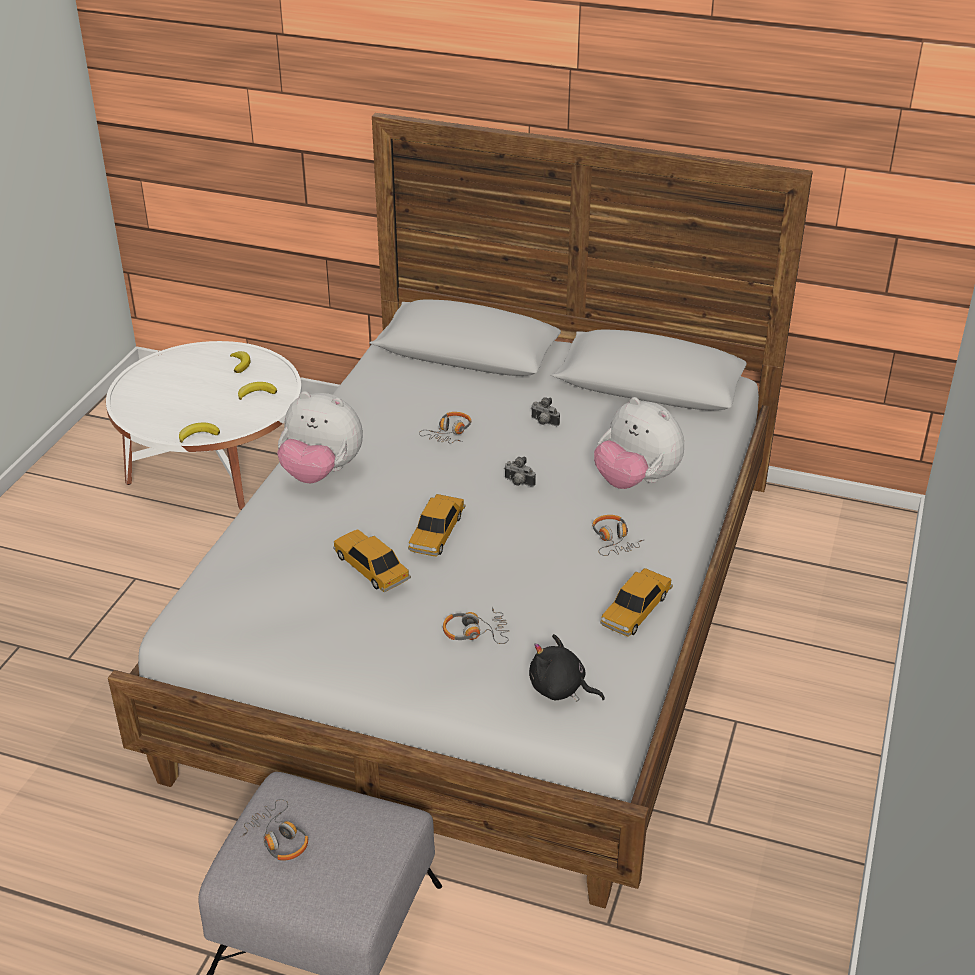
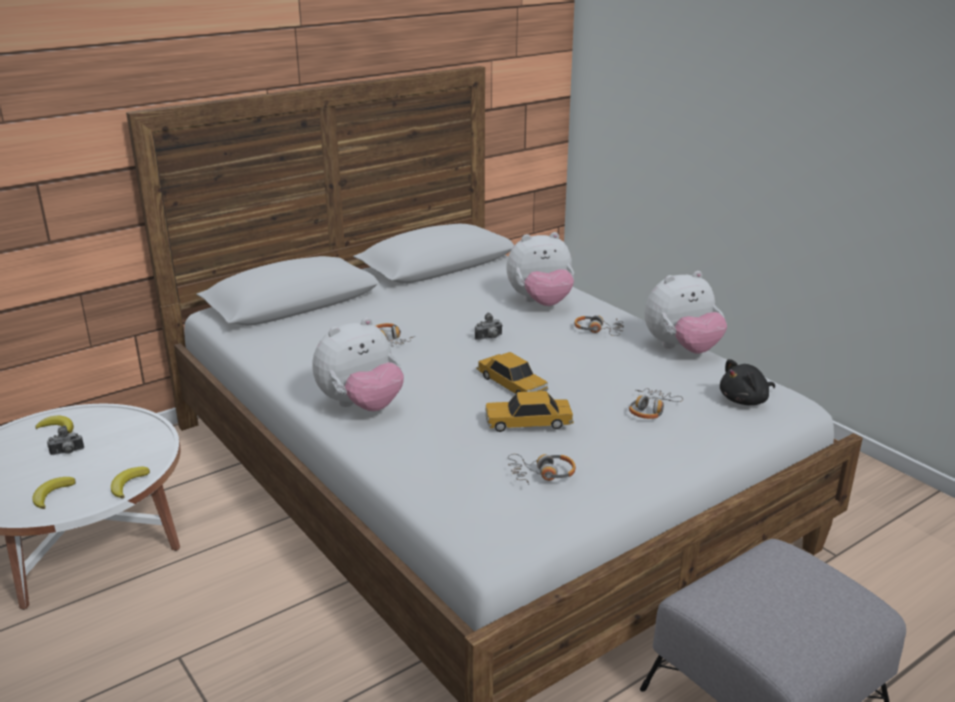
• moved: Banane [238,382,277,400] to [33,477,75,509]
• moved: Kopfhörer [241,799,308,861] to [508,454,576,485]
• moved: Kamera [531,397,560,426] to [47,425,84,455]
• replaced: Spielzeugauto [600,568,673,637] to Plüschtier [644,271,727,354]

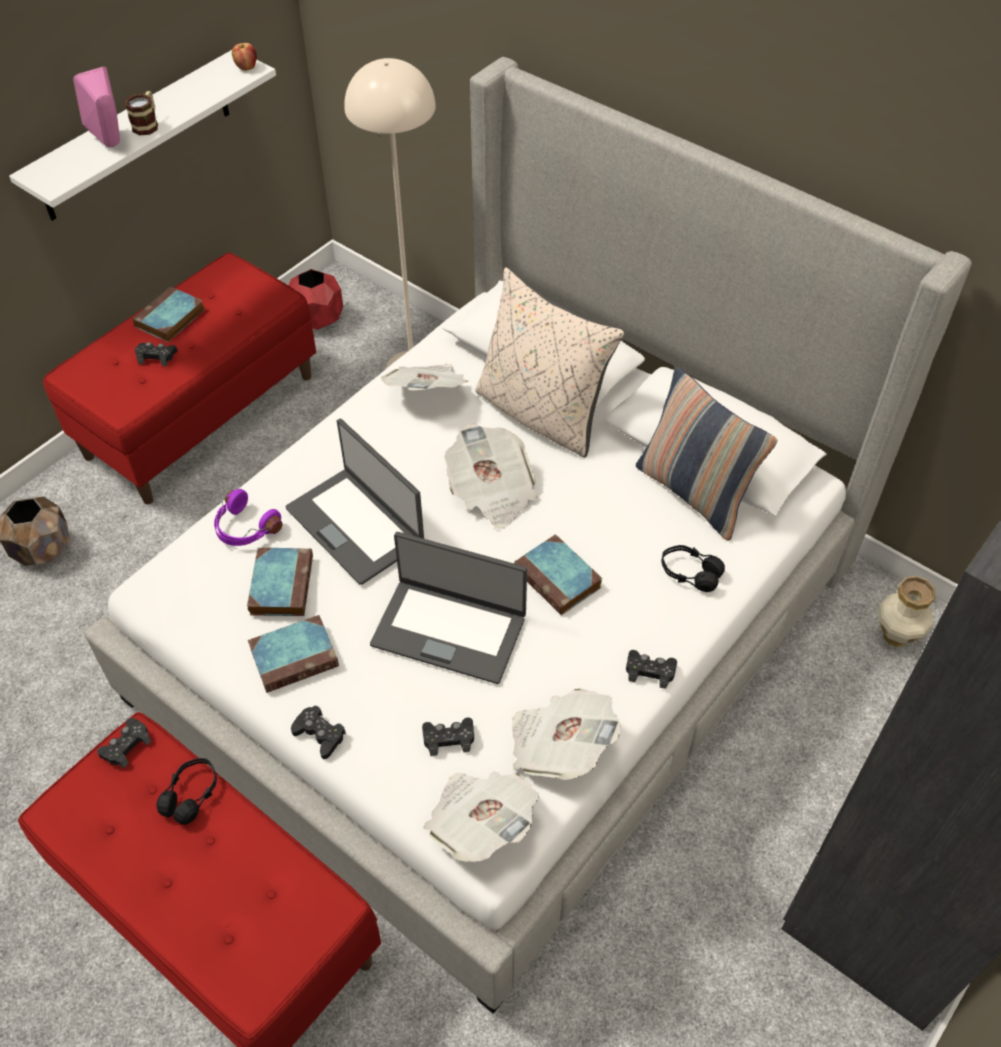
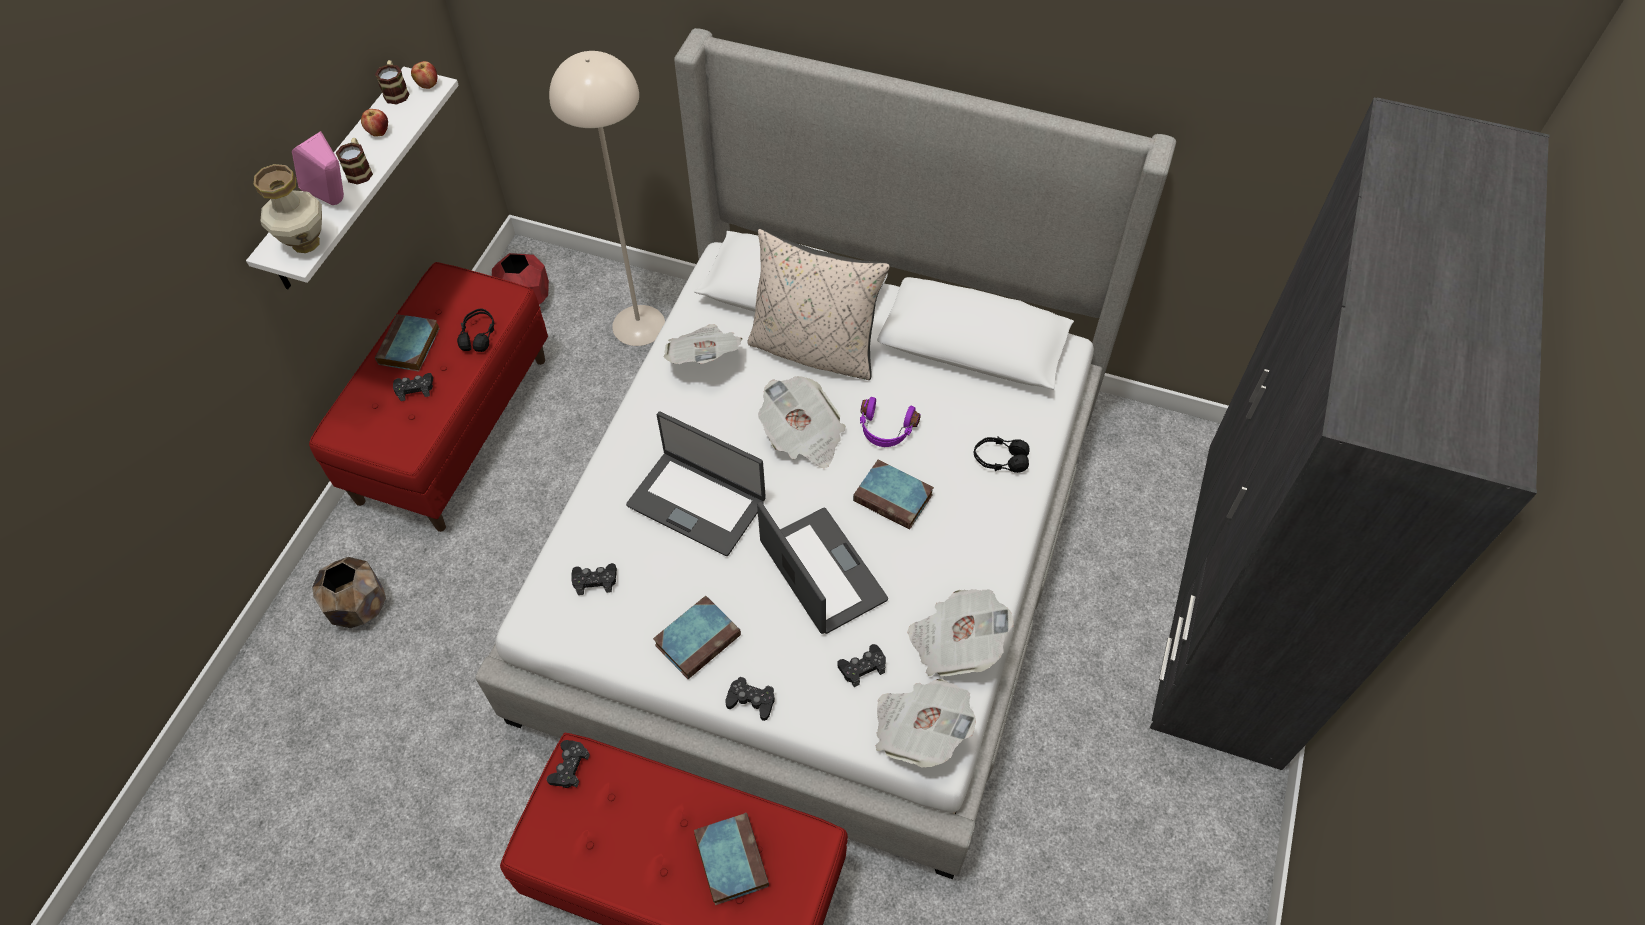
• removed: Kissen [636,367,777,540]
• added: Apfel [361,109,388,137]
• added: Henkelbecher [375,60,410,105]
• moved: Kopfhörer (schwarz) [156,758,217,825] to [457,308,494,352]
• moved: Kopfhörer (lila) [214,489,283,546] to [860,397,921,447]
• moved: Buch [247,548,313,616] to [694,813,769,905]
• moved: Gamepad (schwarz) [626,650,677,689] to [571,563,617,595]
• moved: Vase [878,576,936,647] to [254,164,322,253]
• turned: Laptop [370,532,527,684] = [757,502,888,634] 120 degrees counterclockwise

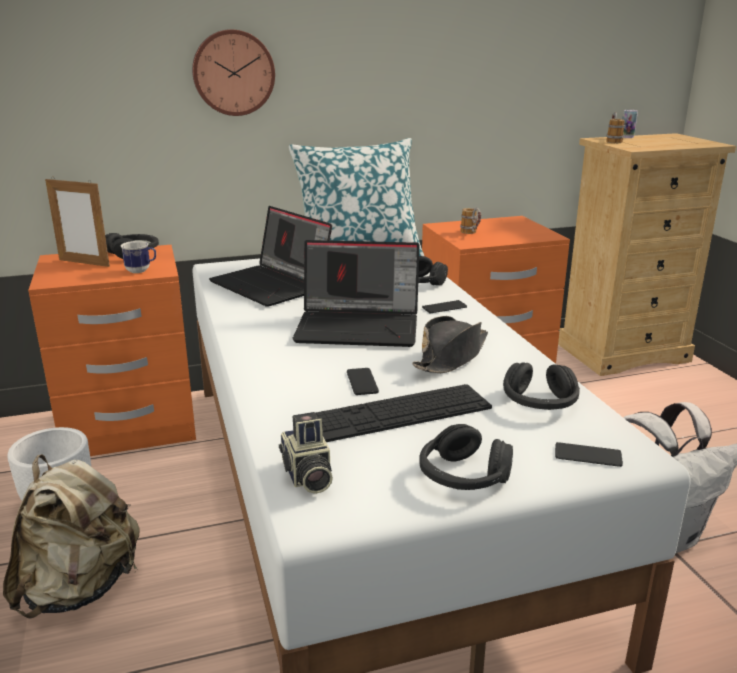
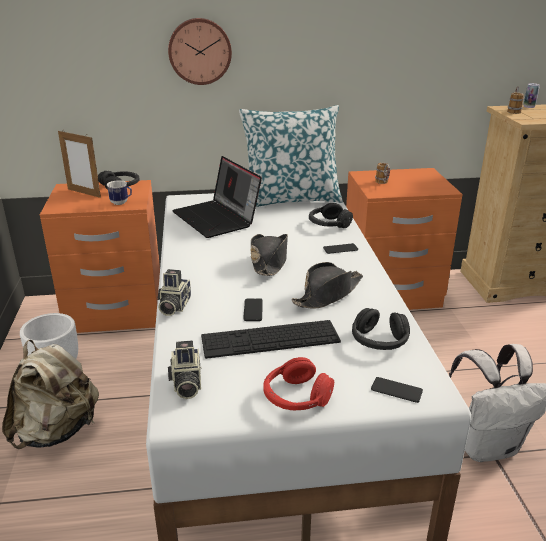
• added: Kamera [157,269,191,316]
• replaced: Laptop [292,240,419,347] to Hut (schwarz) [251,234,288,276]
• recoloured: Kopfhörer (schwarz) [419,424,513,490] to Kopfhörer (rot) [263,357,334,410]

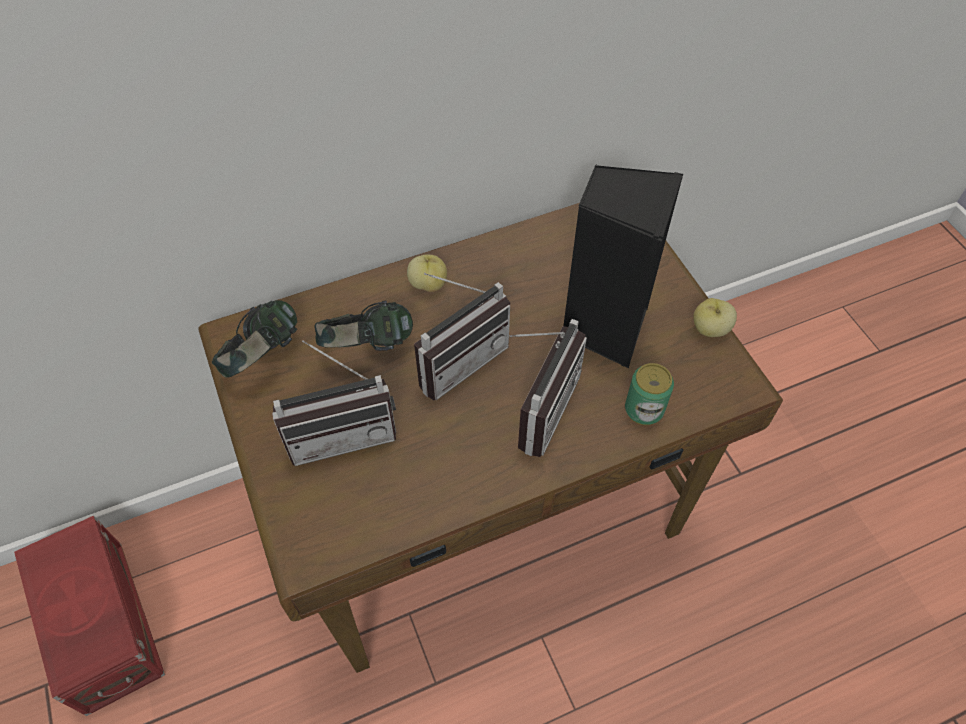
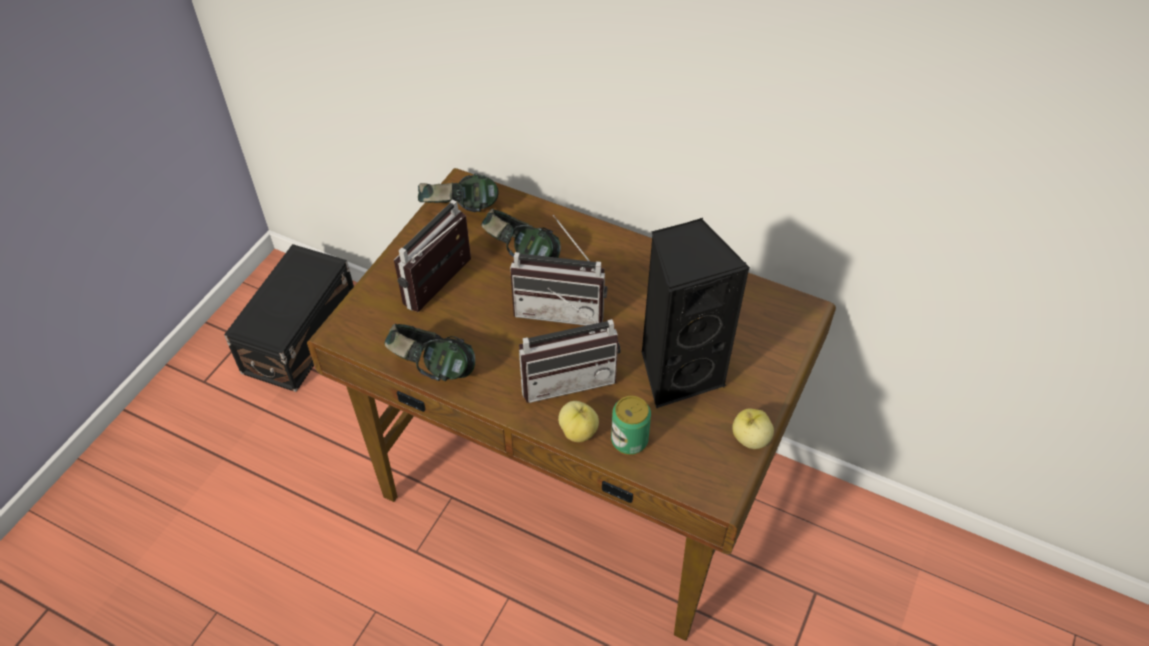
• added: Kopfhörer [385,324,475,381]
• moved: Apfel [407,254,447,292] to [558,401,599,442]
• recoloured: Aufbewahrungsbox (rot) [14,516,165,716] to Aufbewahrungsbox (schwarz) [224,244,354,392]
• turned: Radio [272,340,396,466] = [394,200,471,312] 90 degrees clockwise

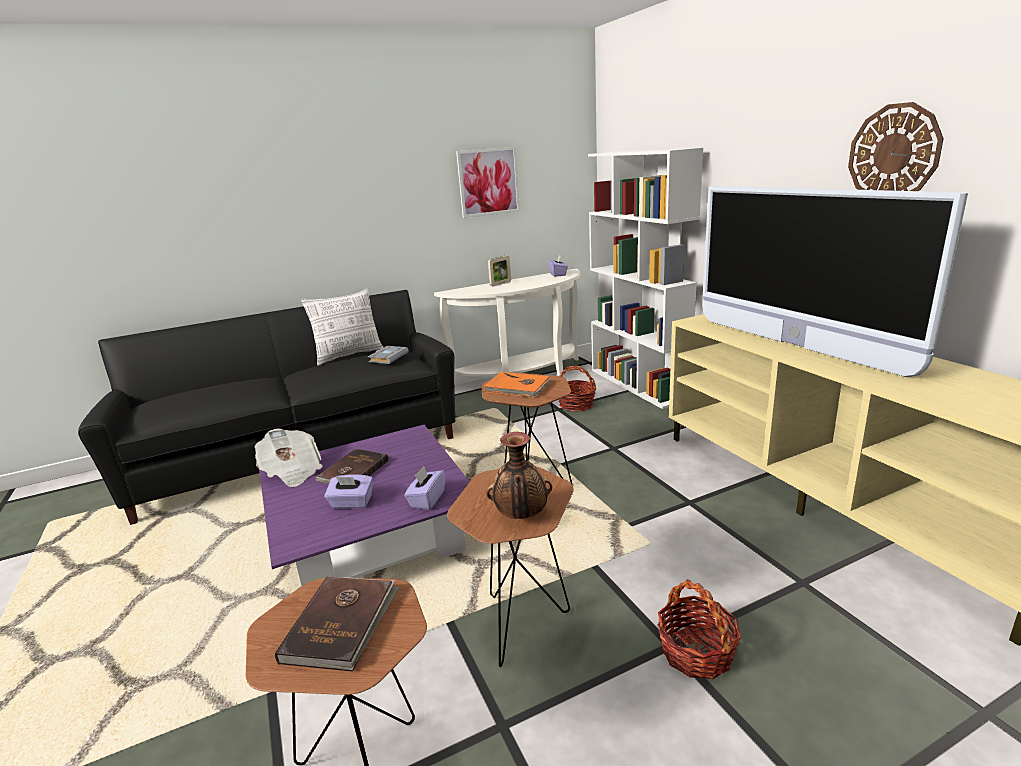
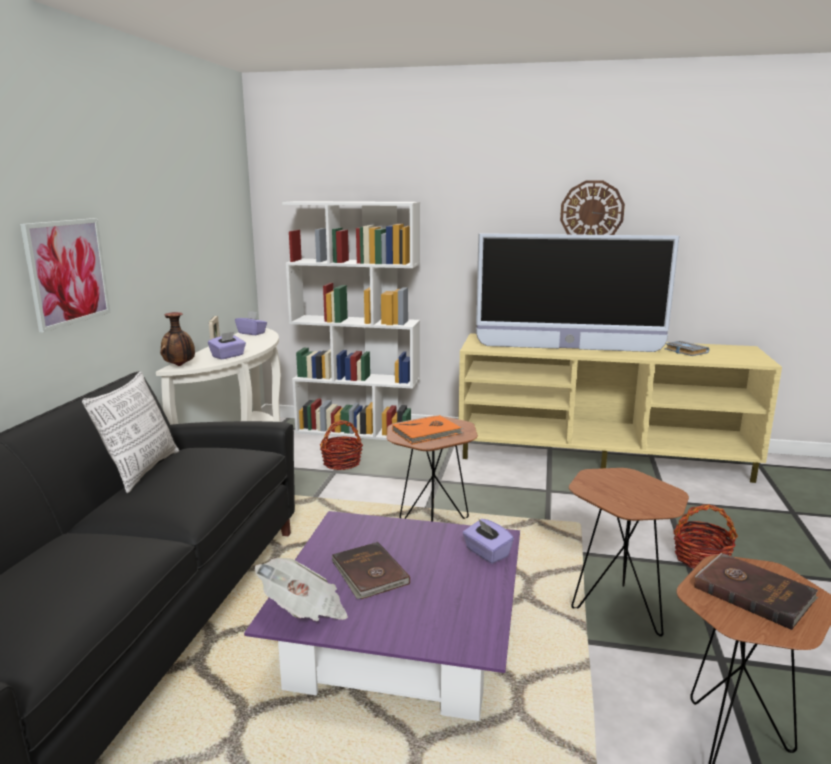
• moved: Taschentuchbox (lila) [324,474,373,509] to [208,332,246,359]
• moved: Buch (grau) [368,346,409,364] to [664,341,710,356]
• moved: Bild [456,147,520,218] to [20,218,111,333]
• moved: Vase [486,432,552,519] to [160,312,195,366]

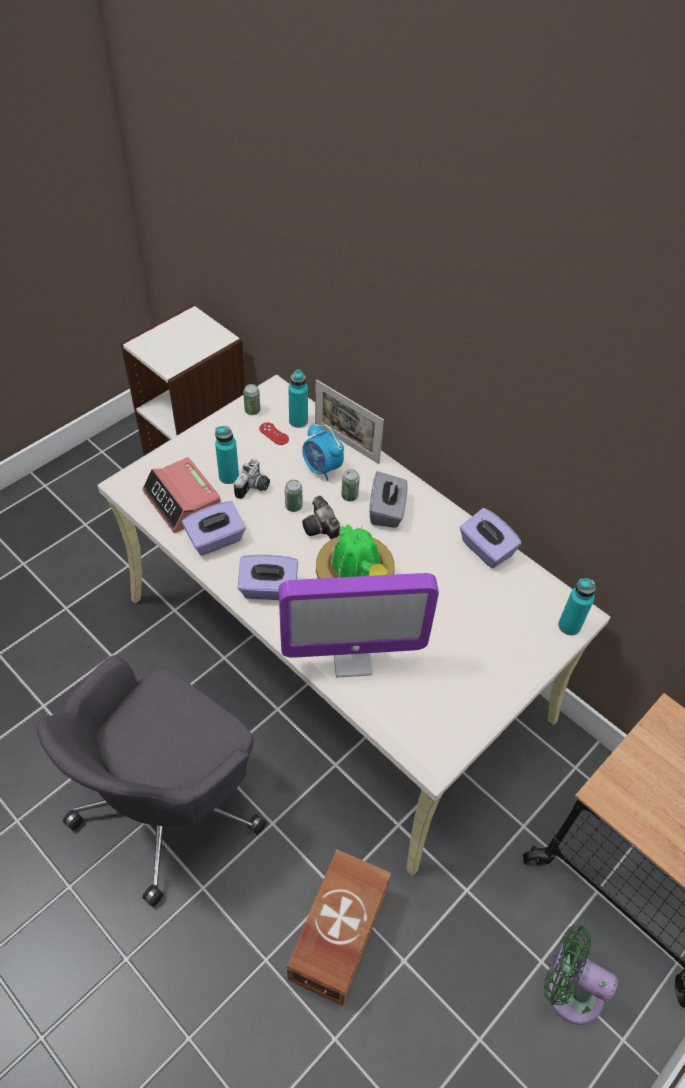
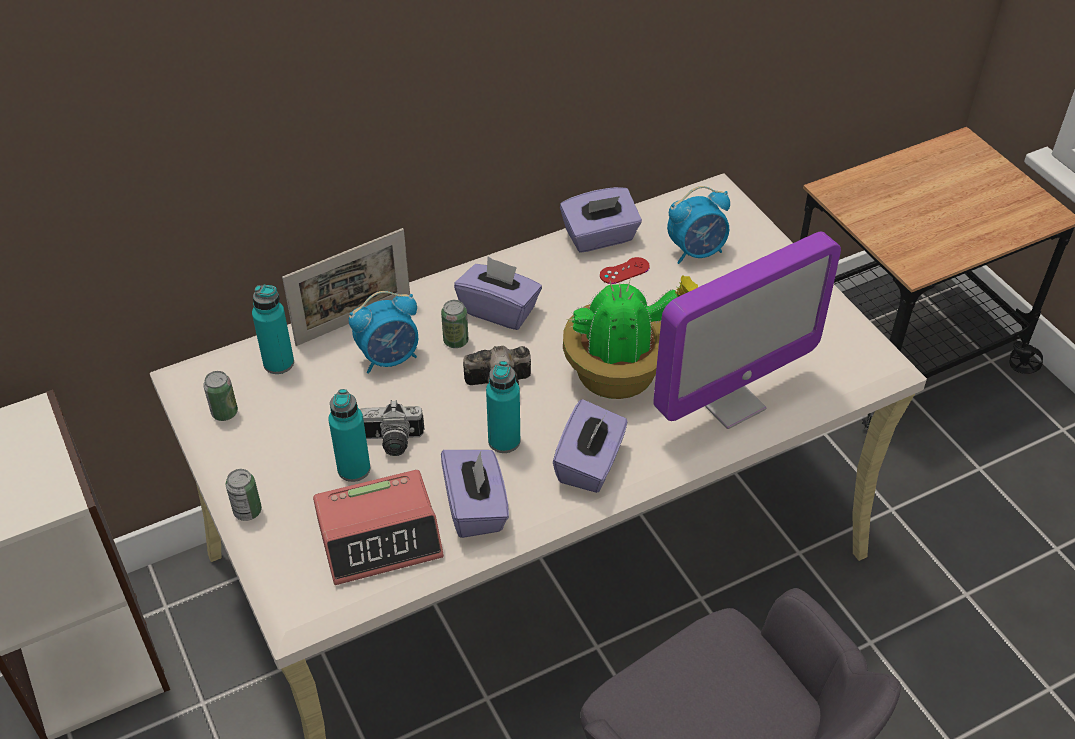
• removed: Aufbewahrungsbox (braun) [287,850,391,1006]
• removed: Ventilator (grün) [543,924,618,1025]
• added: Wecker [667,186,730,264]
• moved: Gamepad (rot) [259,422,289,445] to [600,257,650,284]
• moved: Dose [285,480,302,512] to [226,469,262,521]
• moved: Flasche (türkis) [558,579,596,635] to [486,361,520,453]
• recoloured: Taschentuchbox (grau) [370,471,408,528] to Taschentuchbox (lila) [454,257,542,330]
• turned: Kamera [234,458,270,499] = [360,400,425,456] 135 degrees clockwise
• turned: Monitor [279,573,439,677] = [653,232,841,429] 45 degrees clockwise

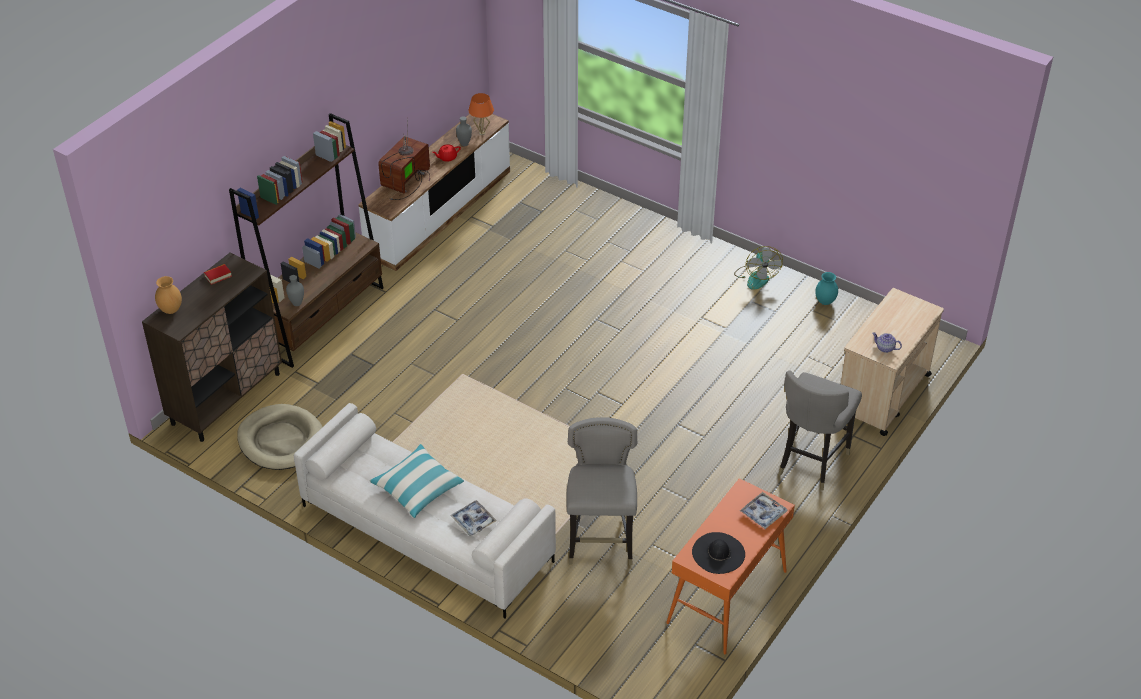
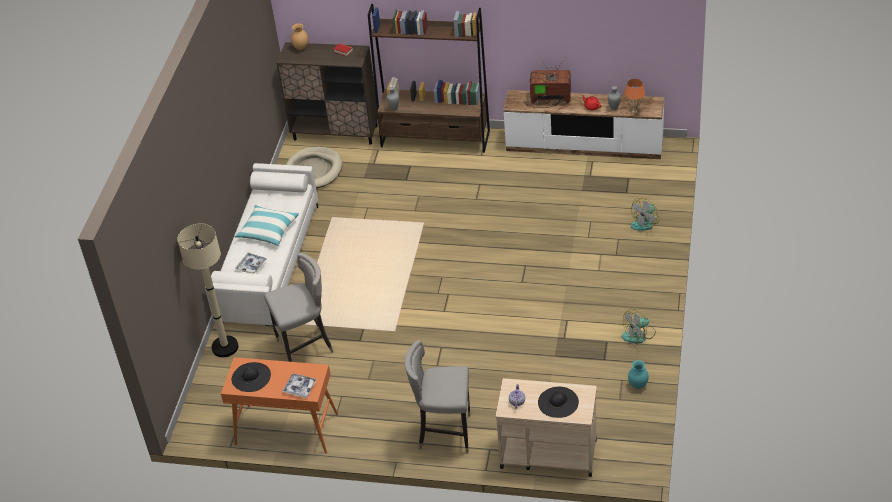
• added: Stehlampe (beige) [177,224,239,357]
• added: Hut (schwarz) [538,387,579,418]
• added: Ventilator [631,198,660,231]

